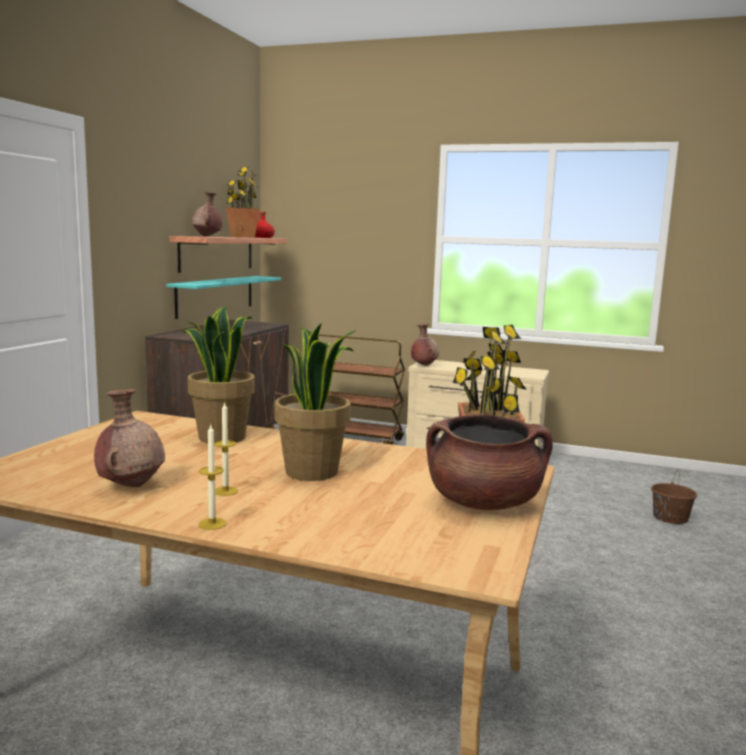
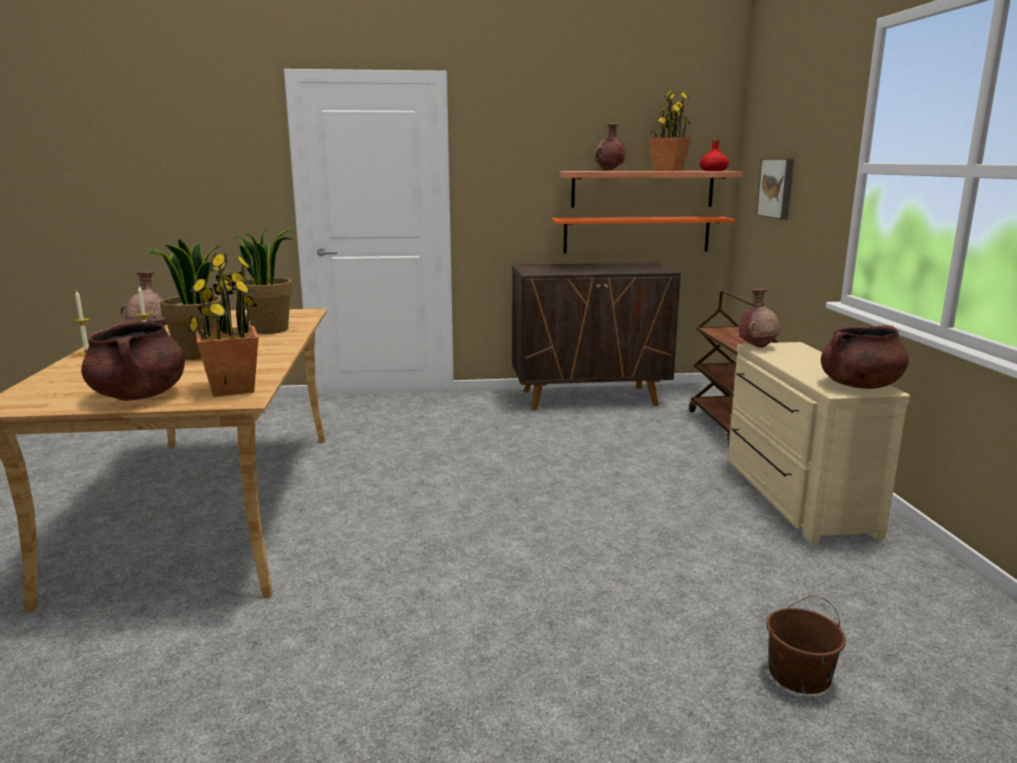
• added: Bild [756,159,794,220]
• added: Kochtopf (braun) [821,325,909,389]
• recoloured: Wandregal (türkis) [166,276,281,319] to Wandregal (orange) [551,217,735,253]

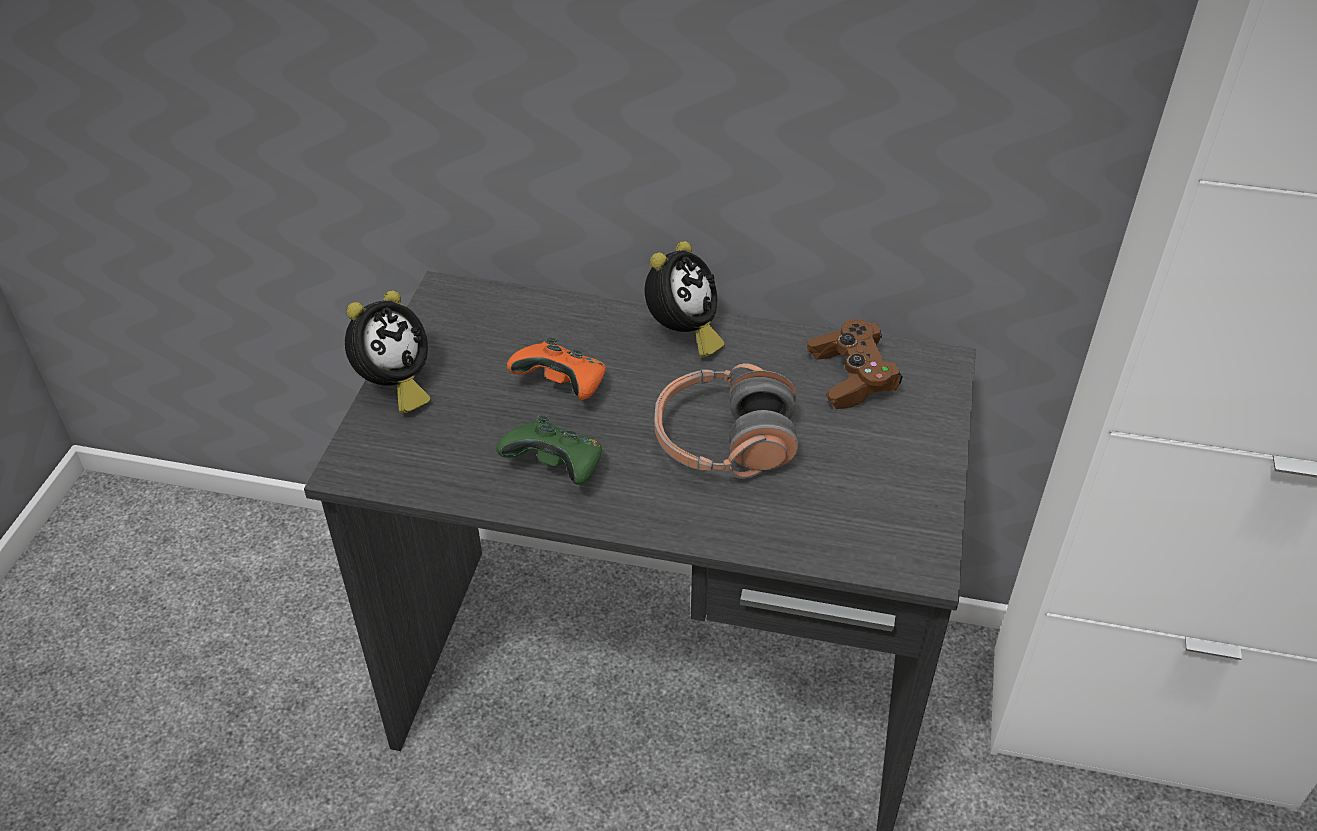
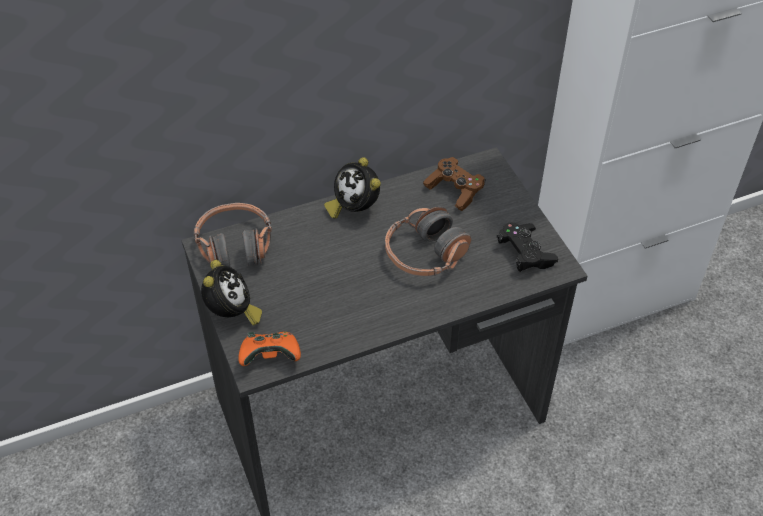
• removed: Gamepad (grün) [496,416,602,485]
• added: Kopfhörer [194,203,272,267]
• added: Gamepad (schwarz) [497,222,558,272]
• moved: Gamepad (orange) [507,337,606,400] to [238,332,301,366]
• turned: Wecker [644,241,724,357] = [324,157,381,219] 150 degrees clockwise

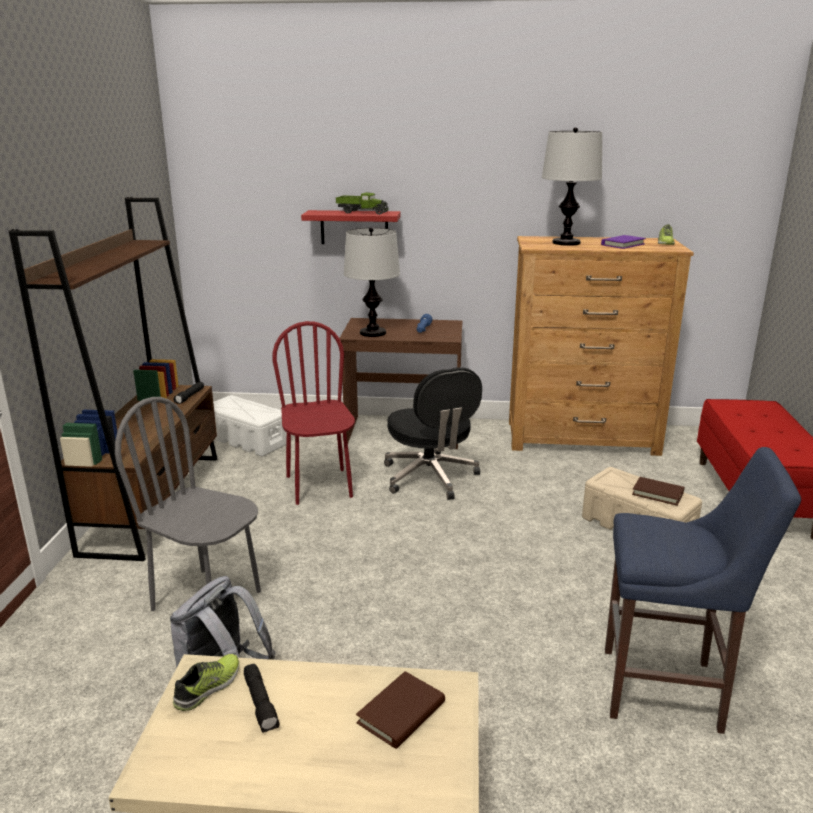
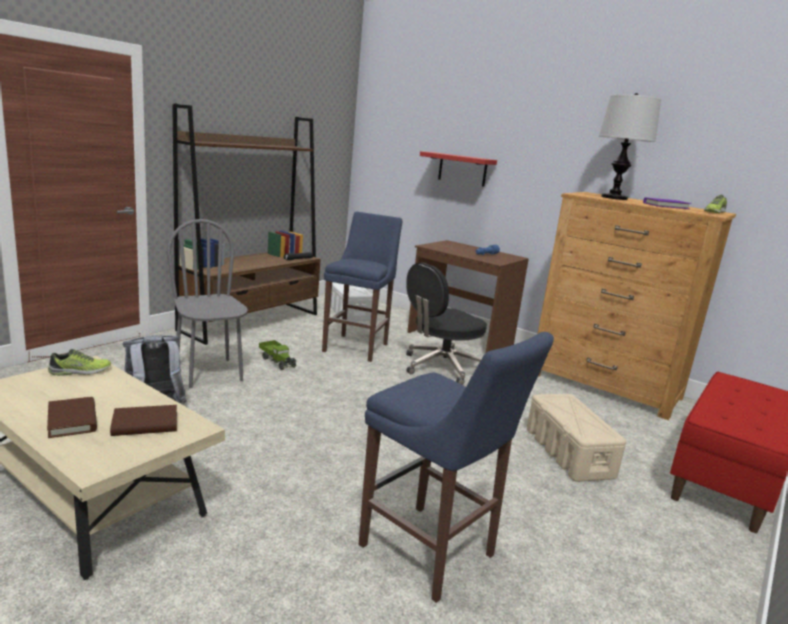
• removed: Taschenlampe (schwarz) [244,664,279,733]
• removed: Tischlampe [344,228,400,337]
• moved: Spielzeuglaster [336,192,389,215] to [259,340,296,370]
• moved: Buch (braun) [632,477,684,506] to [47,397,97,438]
• replaced: Stuhl (rot) [272,321,355,505] to Hocker (blau) [322,212,402,362]
• turned: Bürostuhl (schwarz) [384,367,482,500] = [406,262,487,385] 45 degrees clockwise

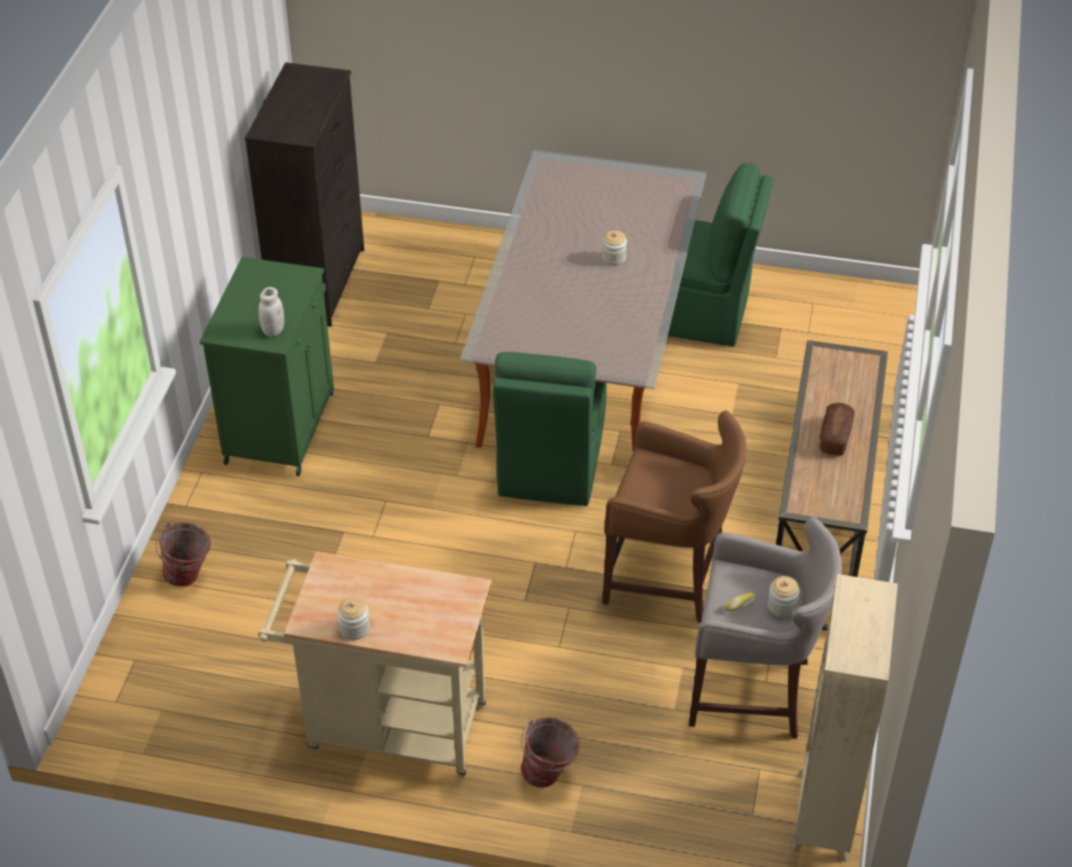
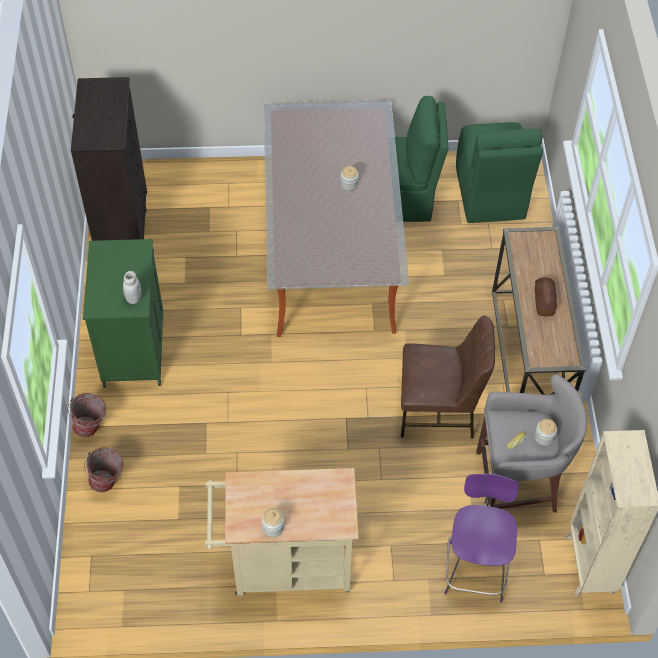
• added: Hocker (lila) [445,474,519,602]
• moved: Stuhl (grün) [493,352,606,506] to [456,122,543,223]
• moved: Eimer [521,717,580,788] to [68,393,106,437]
• replaced: Hocker (braun) [602,411,746,623] to Stuhl (braun) [401,315,495,439]

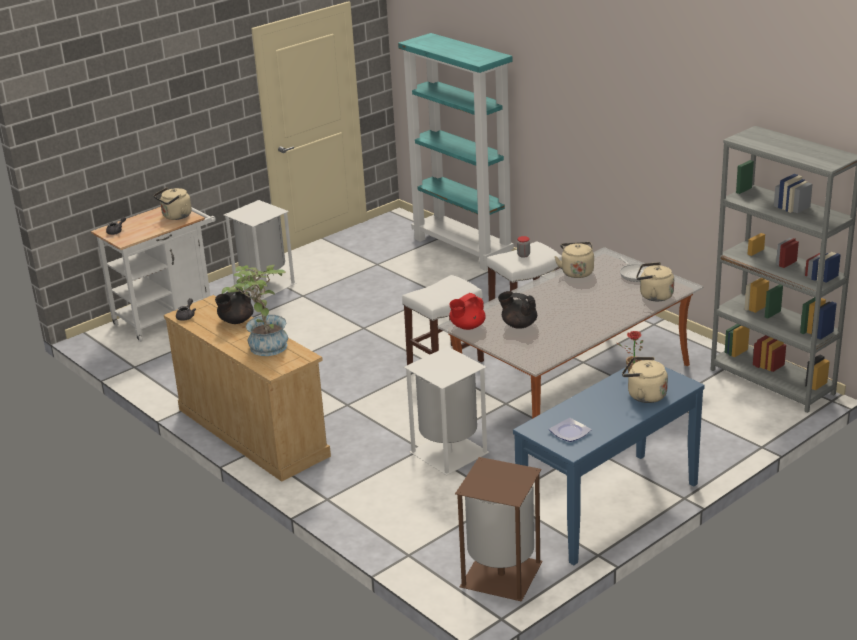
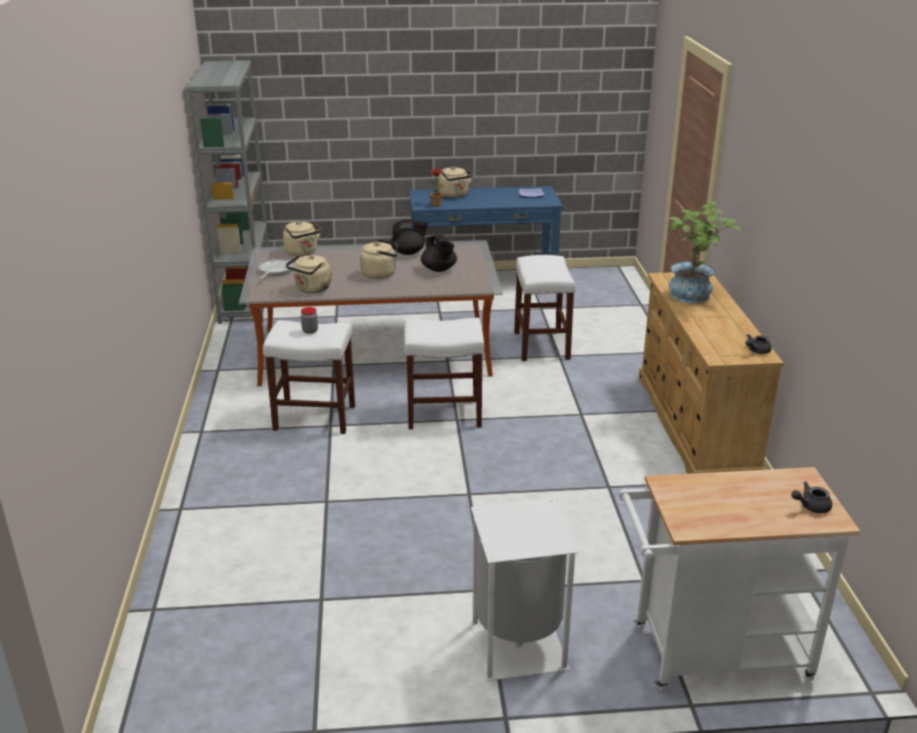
• removed: Bücherregal (türkis) [398,33,514,271]
• removed: Teekanne (rot) [449,293,486,330]
• removed: Mülleimer (braun) [455,457,543,602]
• moved: Wasserkessel (beige) [153,187,192,220] to [360,239,397,279]
• moved: Teekanne (schwarz) [215,287,254,324] to [391,219,428,255]
• replaced: Mülleimer (weiß) [404,346,489,476] to Hocker (weiß) [514,255,575,361]

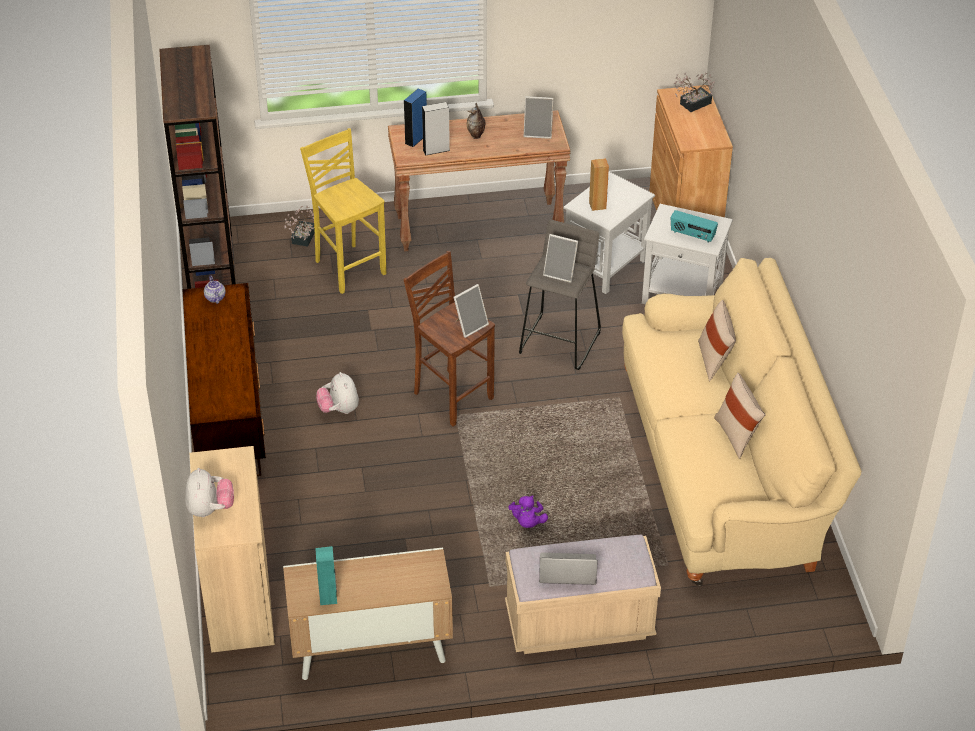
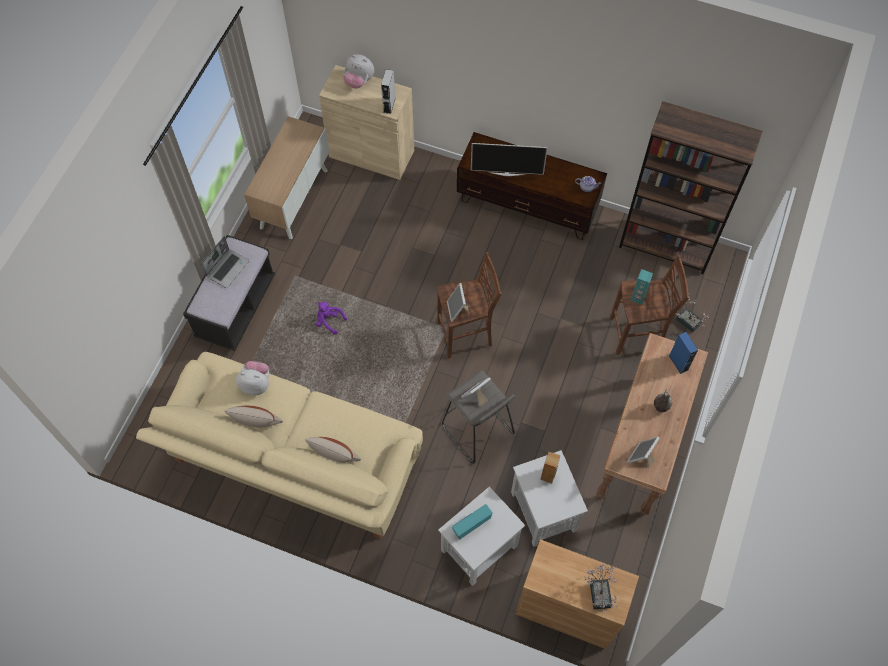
• added: Fernseher [471,143,548,176]
• moved: Lautsprecher (türkis) [315,546,337,605] to [631,269,653,304]
• moved: Plüschtier [316,372,359,414] to [236,361,269,396]
• moved: Lautsprecher (grau) [422,102,450,156] to [381,69,396,114]
• recoloured: Hocker (gelb) [300,128,386,294] to Hocker (braun) [610,255,690,355]
• recoloured: Bank (beige) [505,535,661,654] to Bank (schwarz) [183,235,275,351]

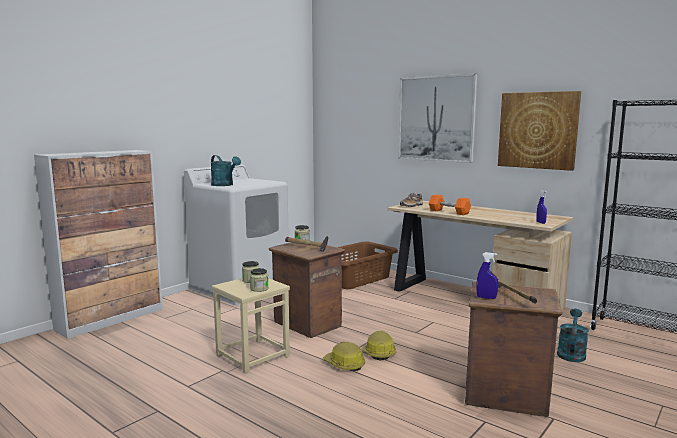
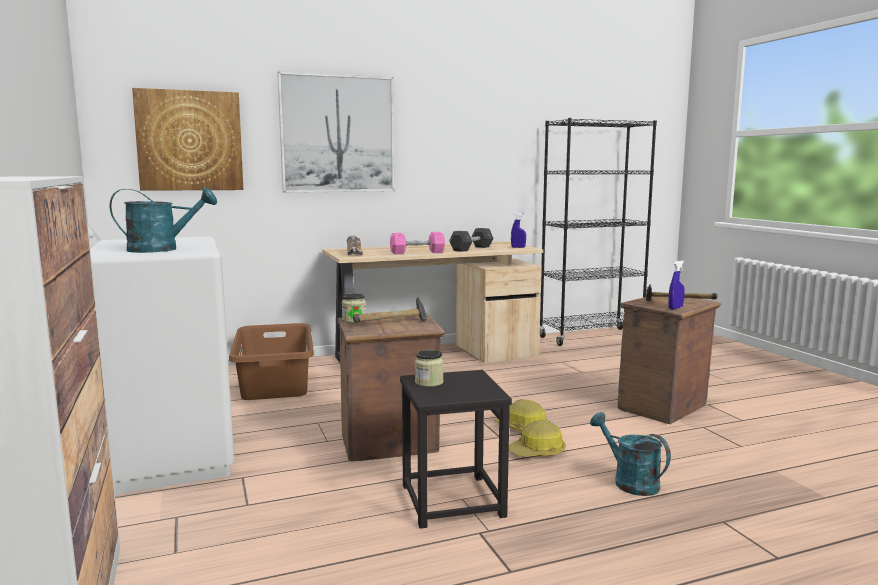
• removed: Vorratsglas [250,268,268,292]
• added: Hantel (grau) [449,228,493,252]
• moved: Bild [498,91,581,171] to [132,88,243,191]
• moved: Gießkanne (türkis) [557,309,589,362] to [590,412,671,496]
• recoloured: Hocker (beige) [212,278,290,374] to Hocker (schwarz) [400,370,512,529]
• recoloured: Hantel (orange) [429,194,471,215] to Hantel (rosa) [390,232,445,254]

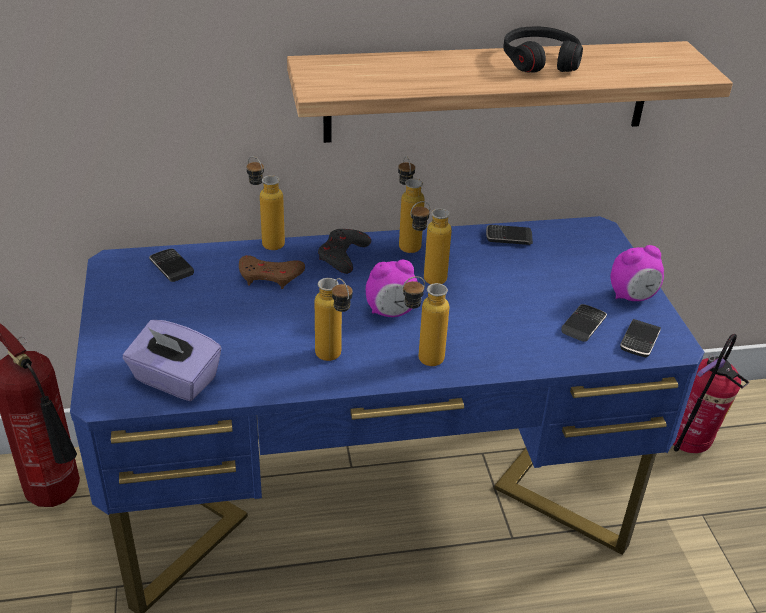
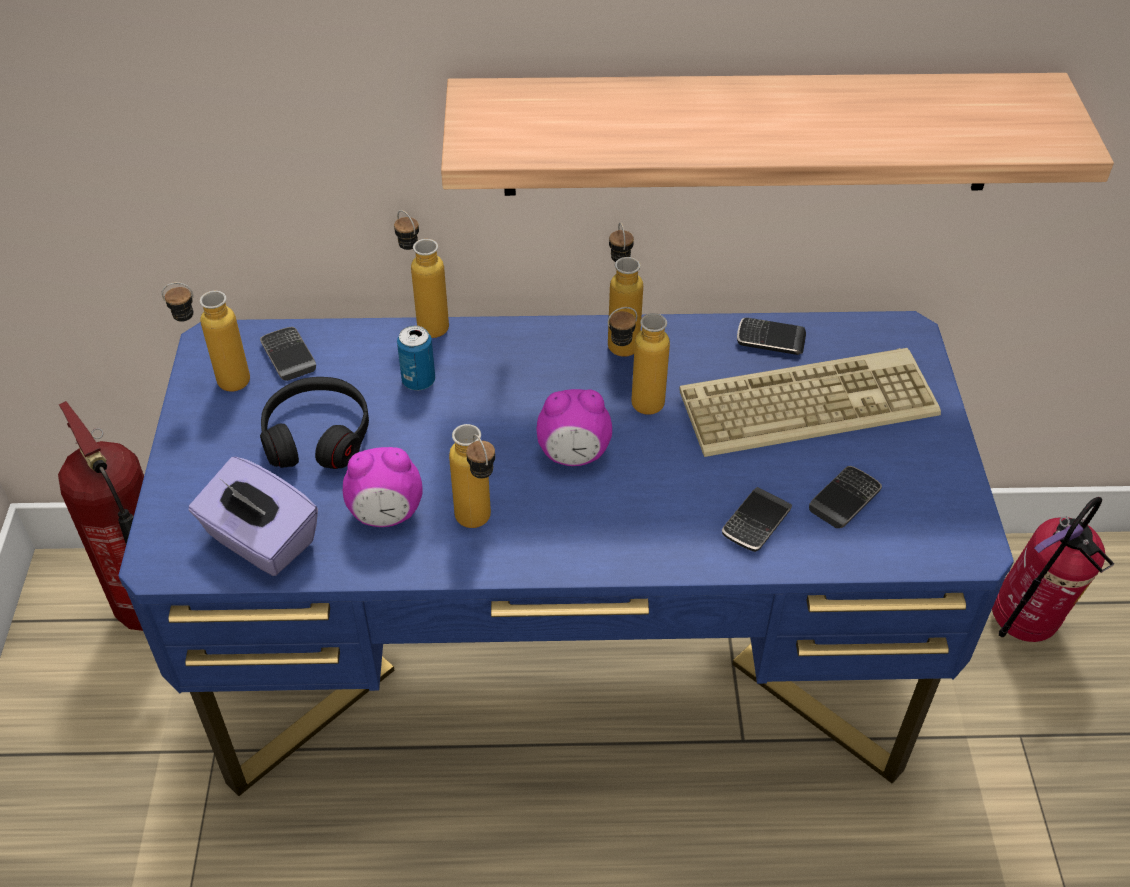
• removed: Gamepad (grau) [318,229,371,274]
• added: Tastatur [679,348,941,457]
• moved: Flasche [402,276,449,366] to [161,282,250,392]
• moved: Kopfhörer (schwarz) [503,27,583,72] to [260,377,369,469]
• moved: Wecker [610,245,664,301] to [343,447,423,527]
• moved: Handy [620,319,661,357] to [722,487,792,552]
• replaced: Gamepad (braun) [239,255,305,289] to Dose [397,326,435,390]

